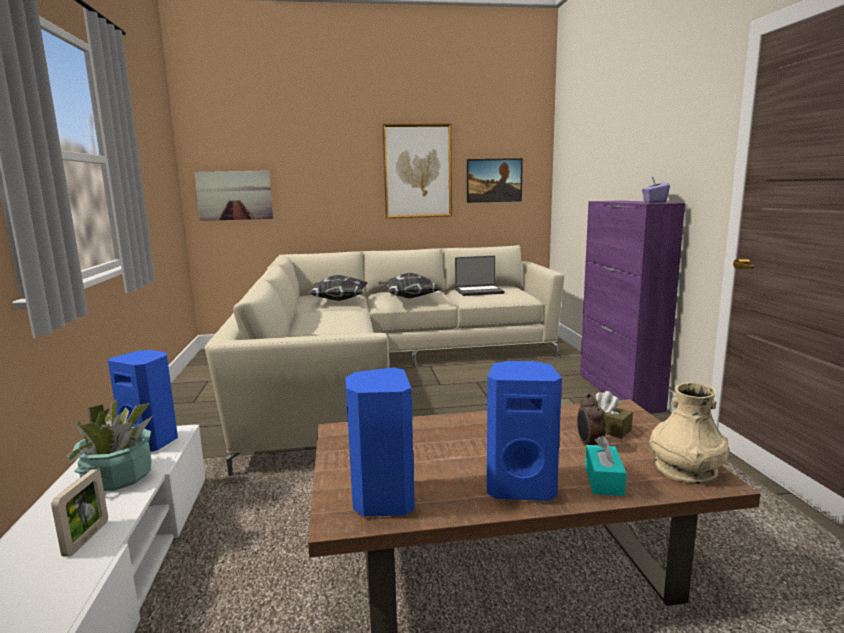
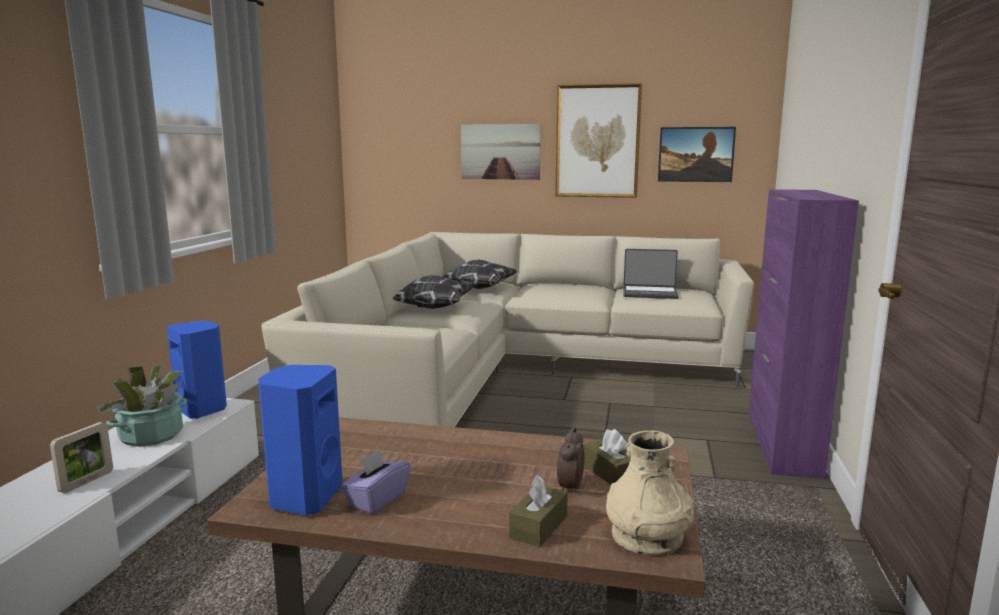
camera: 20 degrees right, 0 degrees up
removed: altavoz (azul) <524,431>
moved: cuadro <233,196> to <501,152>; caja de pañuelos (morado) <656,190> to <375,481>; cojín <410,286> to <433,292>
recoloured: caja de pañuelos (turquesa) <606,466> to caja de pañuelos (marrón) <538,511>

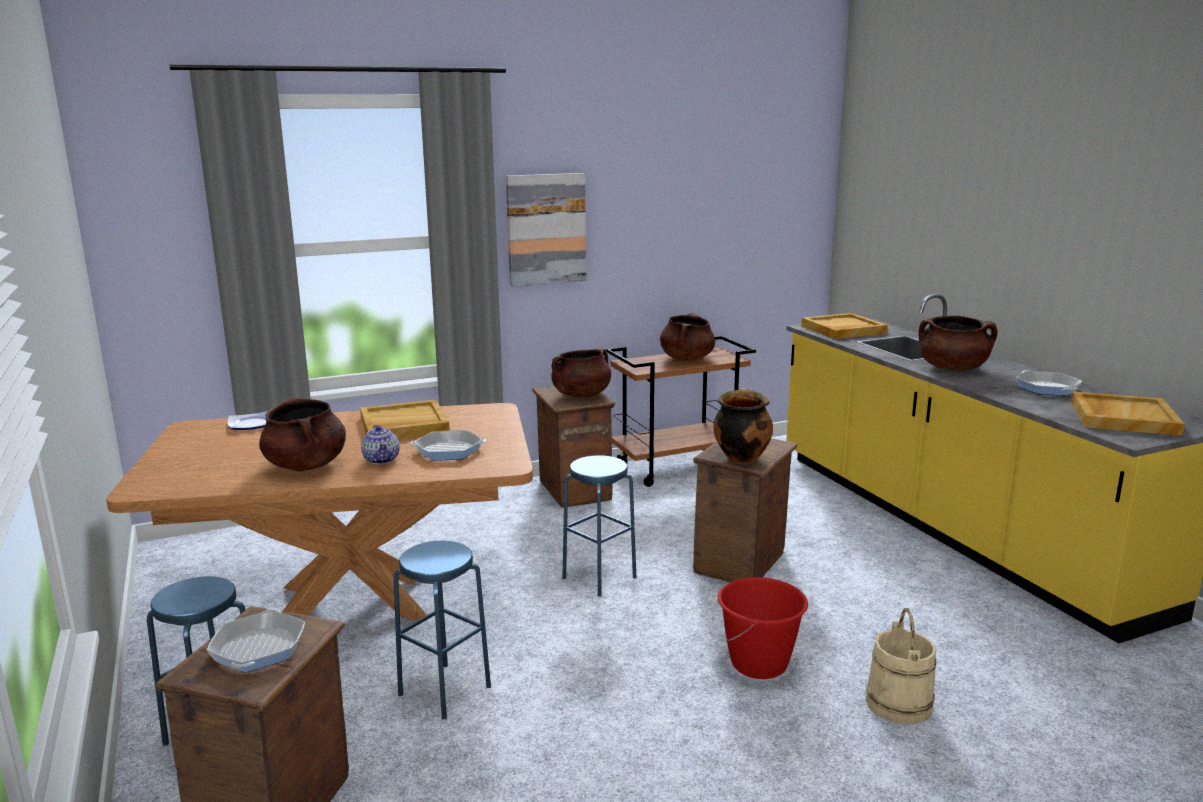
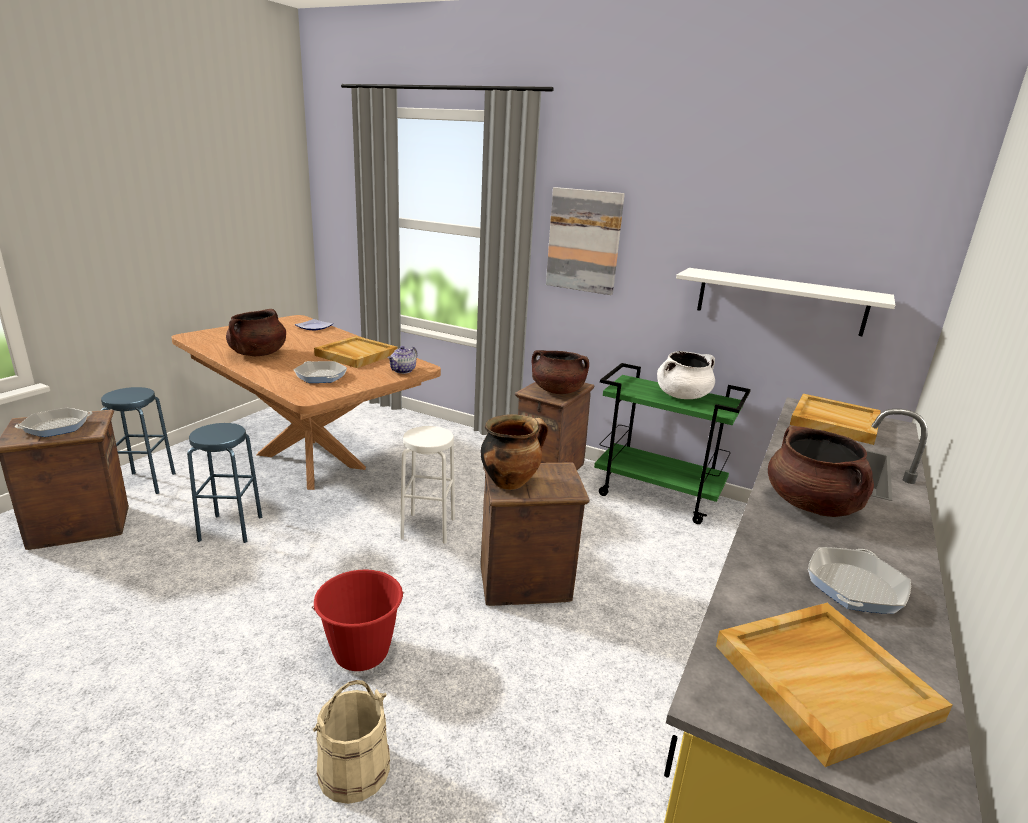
camera: 50 degrees right, 5 degrees up
added: estante (blanco) <785,302>
moved: tetera <380,444> to <402,360>
recoloured: olla (marrón) <687,336> to olla (blanco) <686,375>; carrito (marrón) <681,411> to carrito (verde) <672,443>; taburete (azul) <599,526> to taburete (blanco) <427,485>

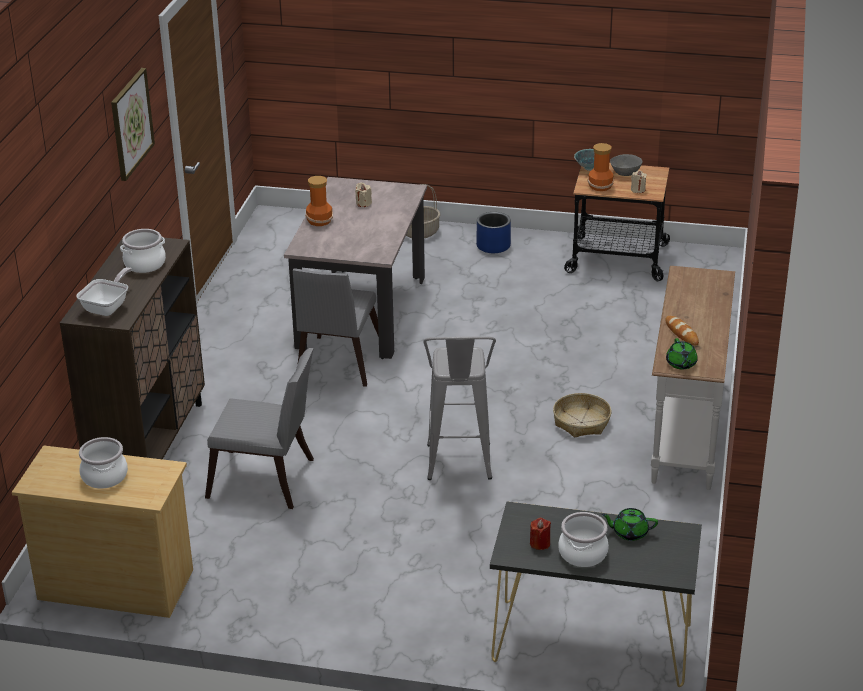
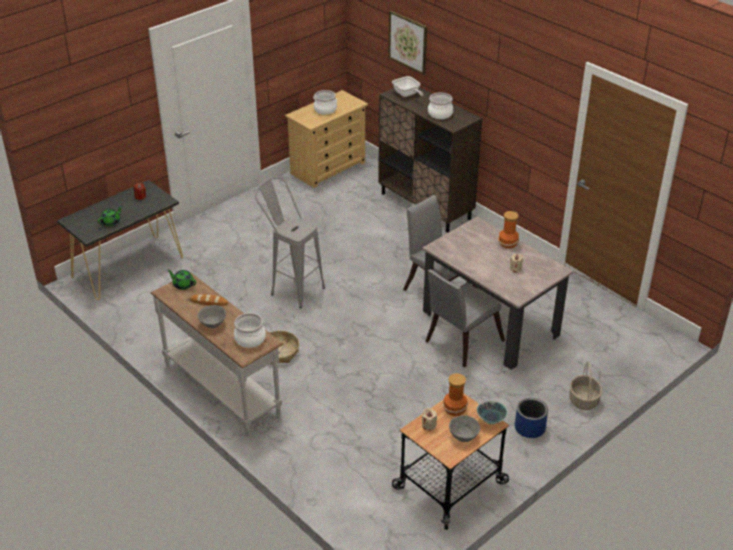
camera: 125 degrees right, 5 degrees up
added: cuenco (gris) <212,316>
moved: cuadro <133,124> to <407,43>; silla (gris) <259,428> to <465,318>; olla <583,539> to <250,330>

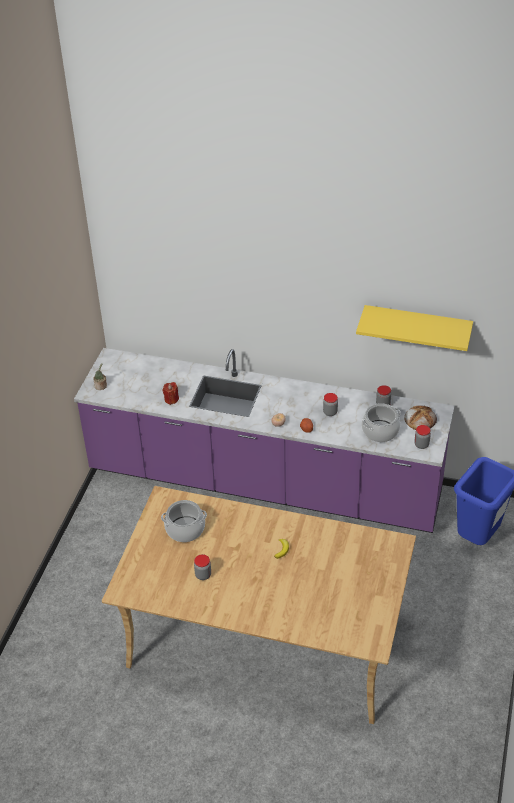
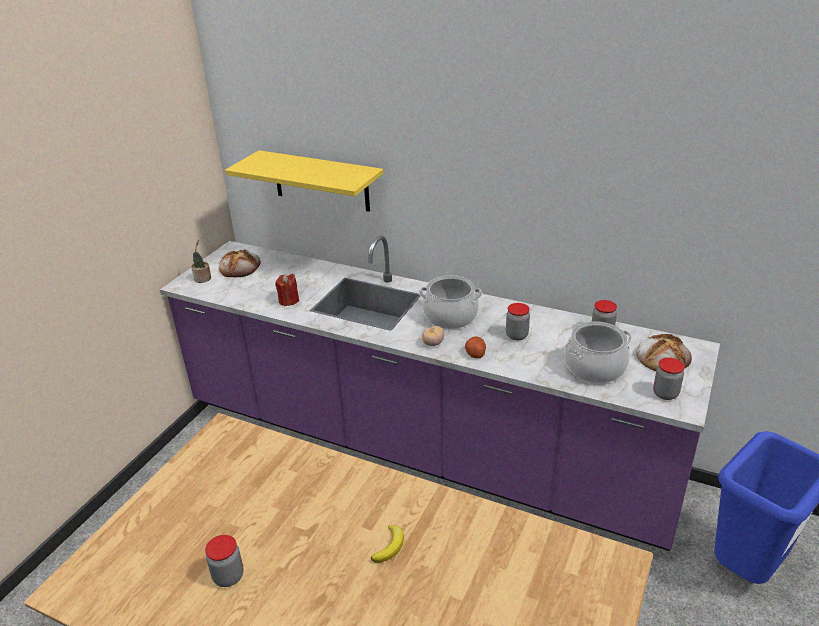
camera: 10 degrees right, 10 degrees down
added: pan <240,263>
moved: estante (amarillo) <414,328> to <304,181>; olla <184,521> to <450,302>

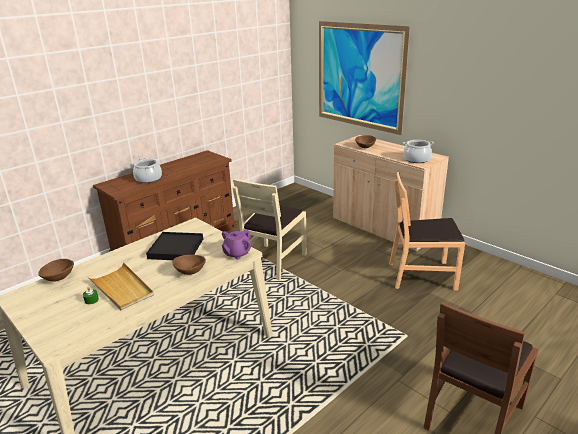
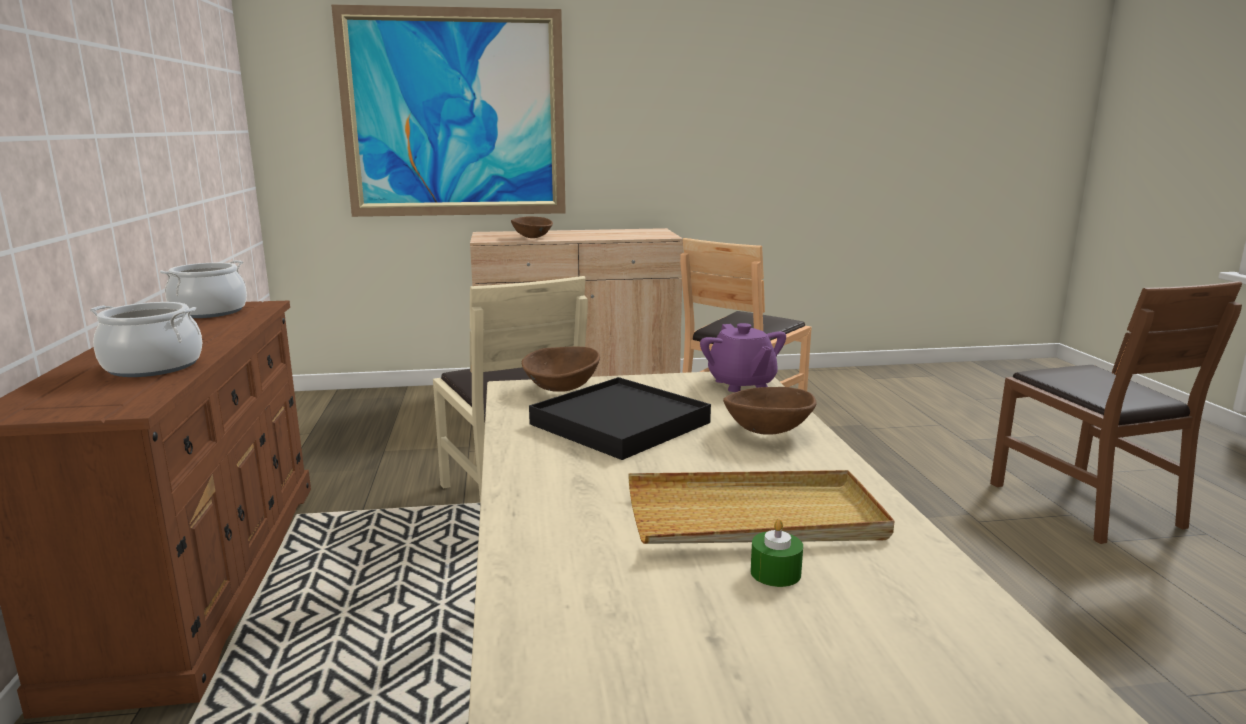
camera: 55 degrees left, 10 degrees down
moved: olla <418,151> to <203,289>; cuenco (marrón) <56,270> to <561,369>

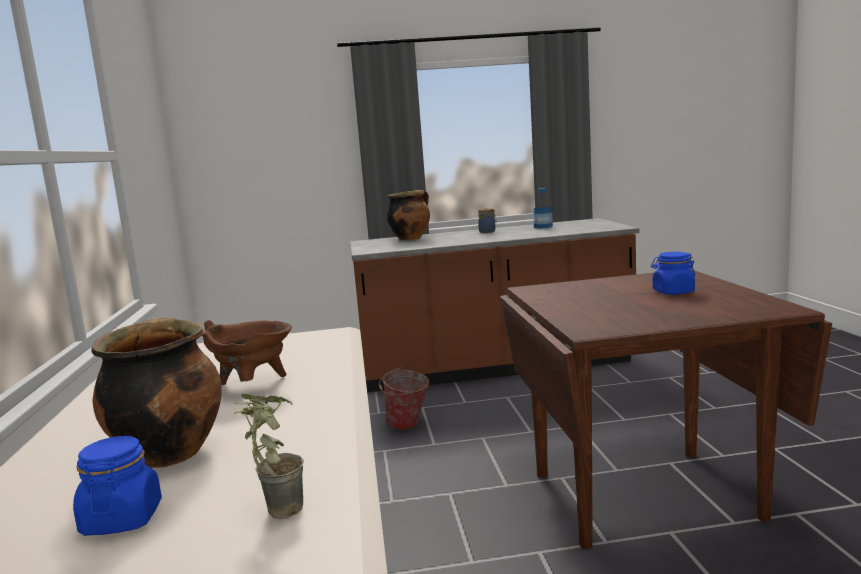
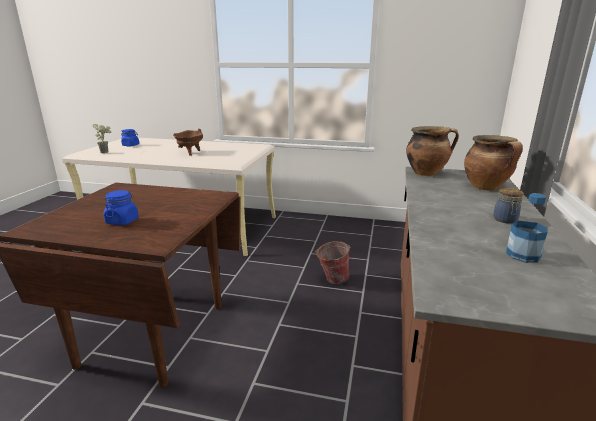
camera: 110 degrees right, 10 degrees up
moved: olla <157,393> to <432,151>

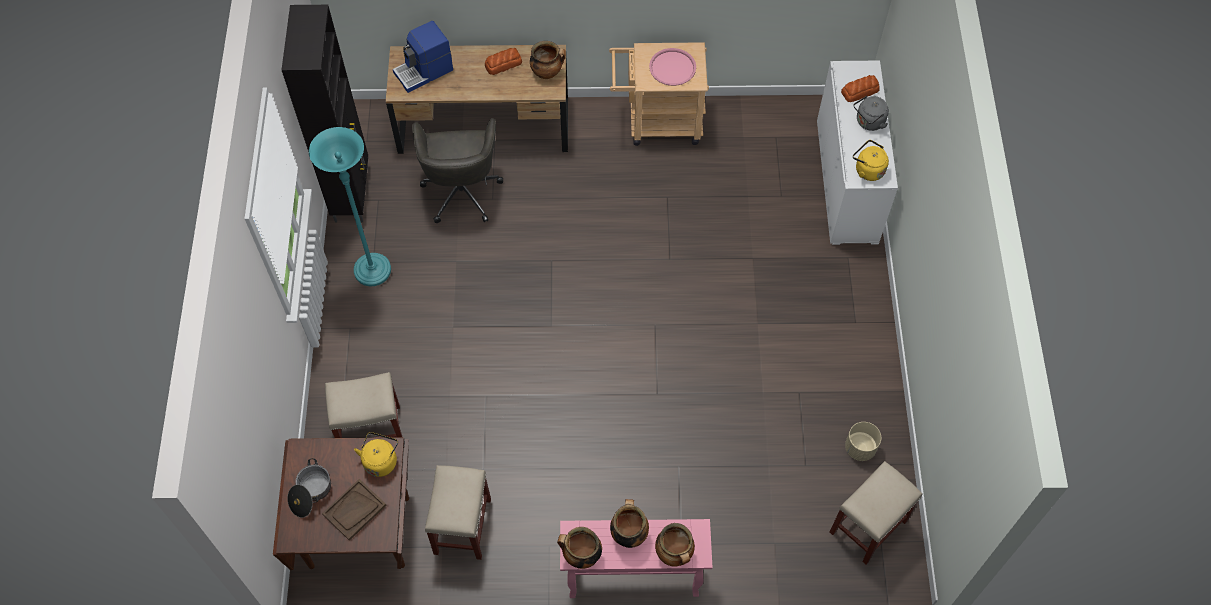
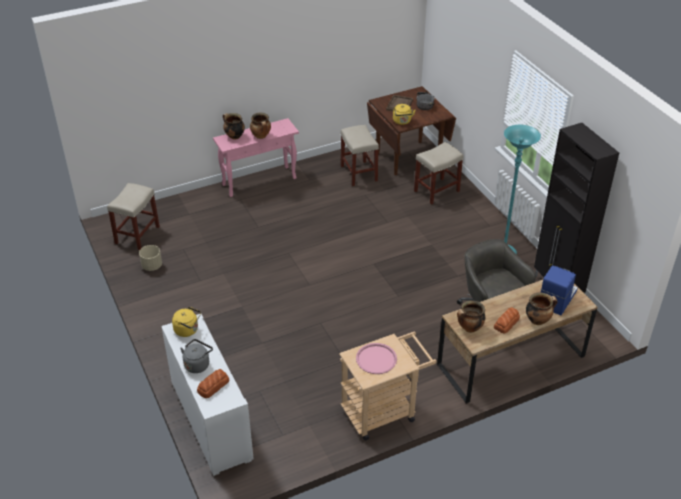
camera: 155 degrees right, 20 degrees down
moved: olla <579,548> to <541,308>

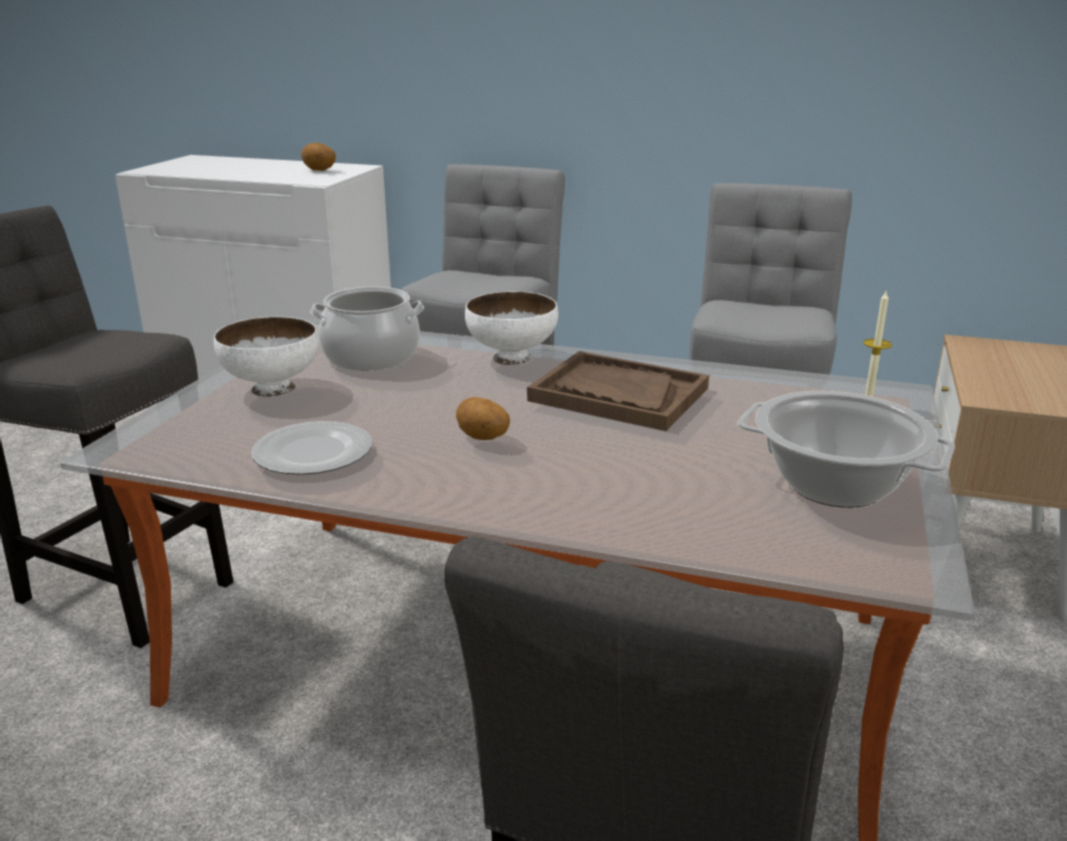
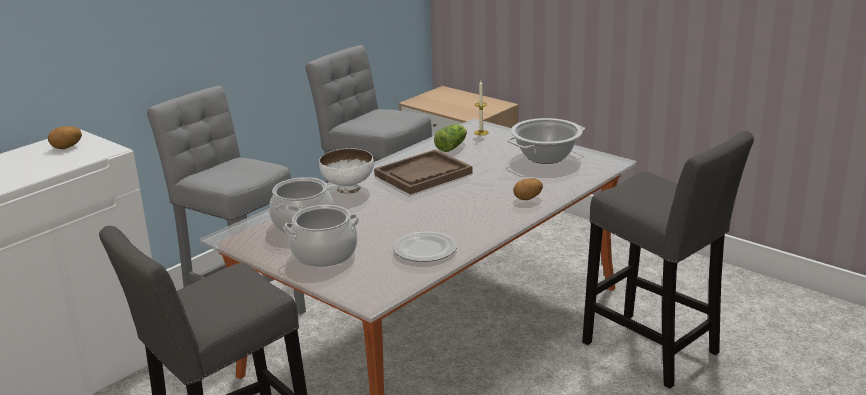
camera: 65 degrees left, 0 degrees up
added: lechuga <450,138>
moved: patata <483,418> to <528,189>
replaced: cuenco (blanco) <266,356> to olla <321,236>

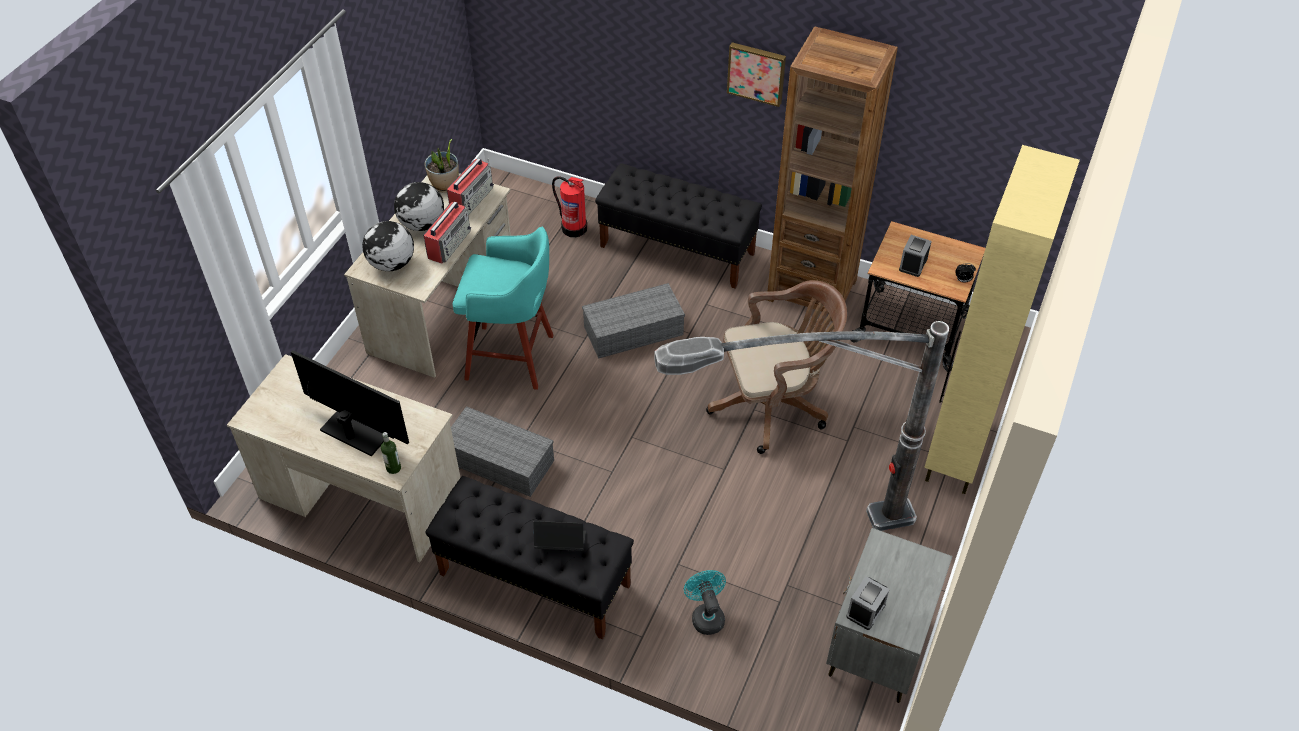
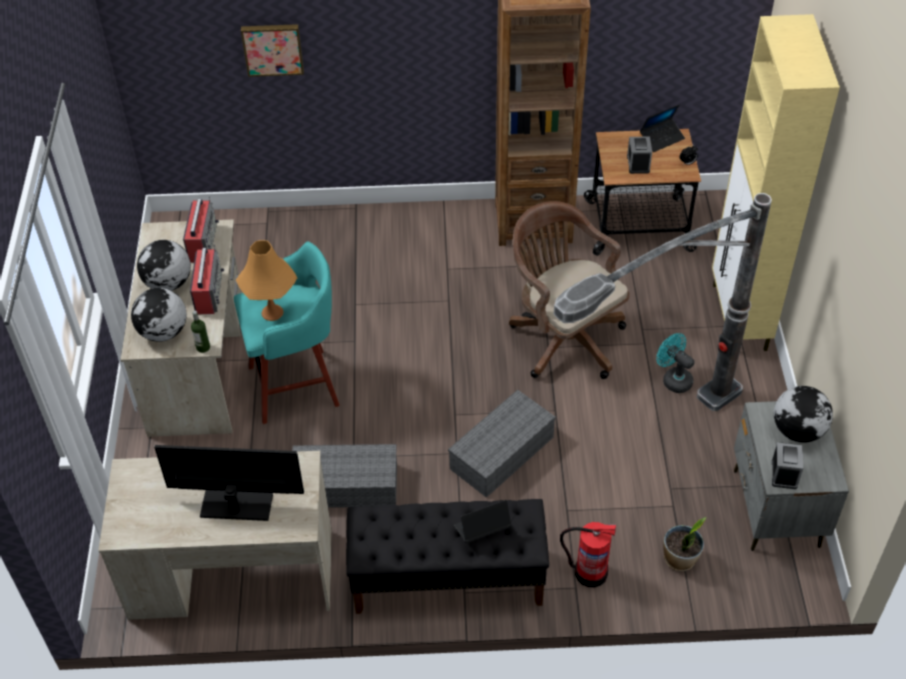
camera: 25 degrees left, 0 degrees up
removed: banco (negro) <678,226>
added: portátil <662,128>; lámpara de mesa (naranja) <266,280>; globo terráqueo <803,414>
moved: cuadro <756,74> to <272,50>; planta en maceta <442,165> to <685,544>; extintor <569,207> to <588,554>; caja de almacenaje (gris) <633,321> to <502,444>; botella <391,453> to <200,332>; ventilador (turquesa) <705,602> to <675,363>
turned: silla de oficina (marrón) <776,367> = <569,290> 90 degrees counterclockwise

